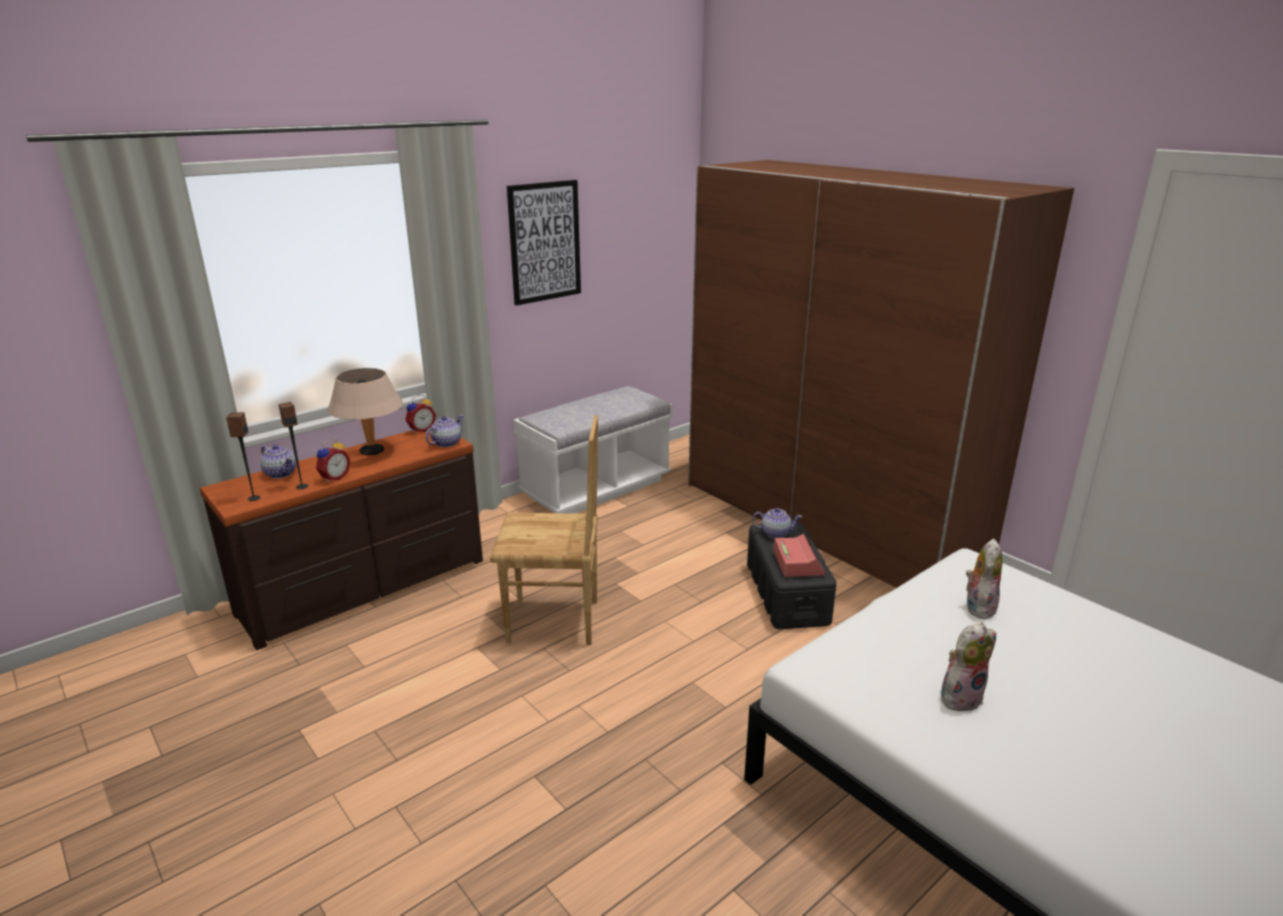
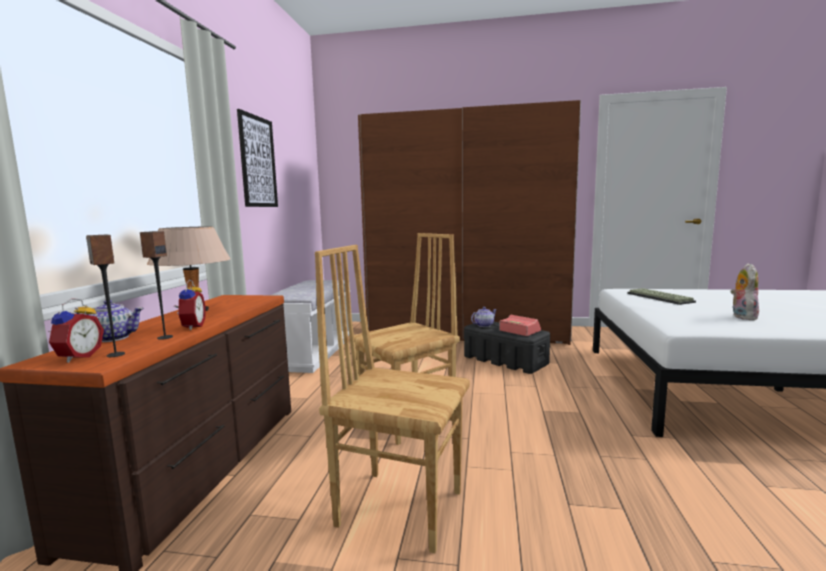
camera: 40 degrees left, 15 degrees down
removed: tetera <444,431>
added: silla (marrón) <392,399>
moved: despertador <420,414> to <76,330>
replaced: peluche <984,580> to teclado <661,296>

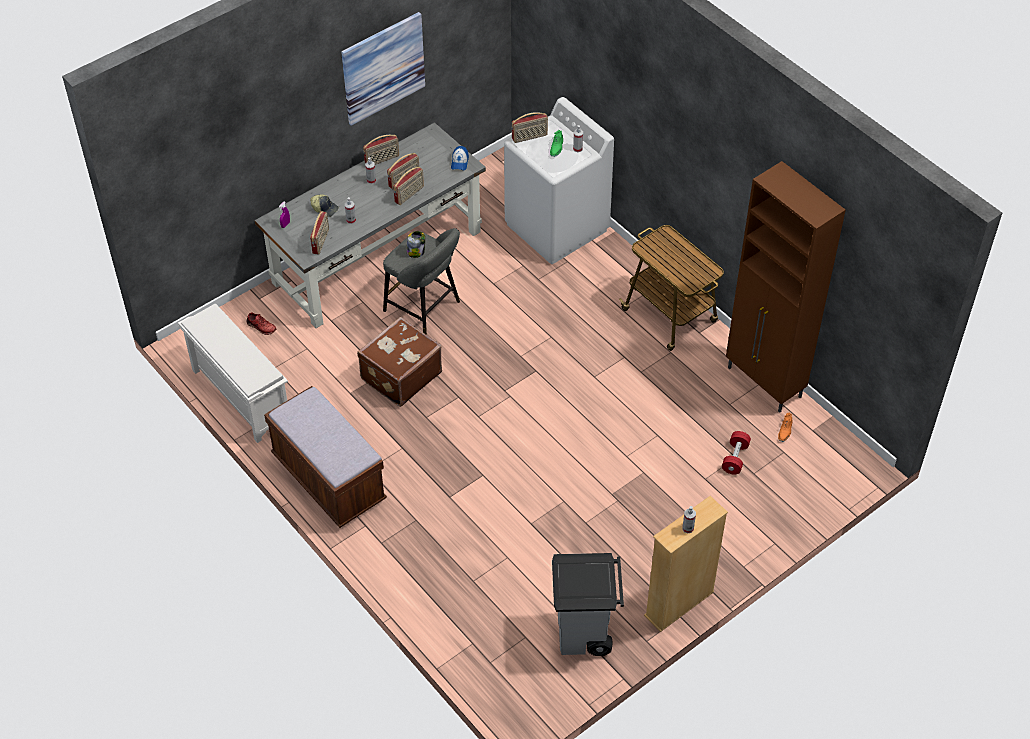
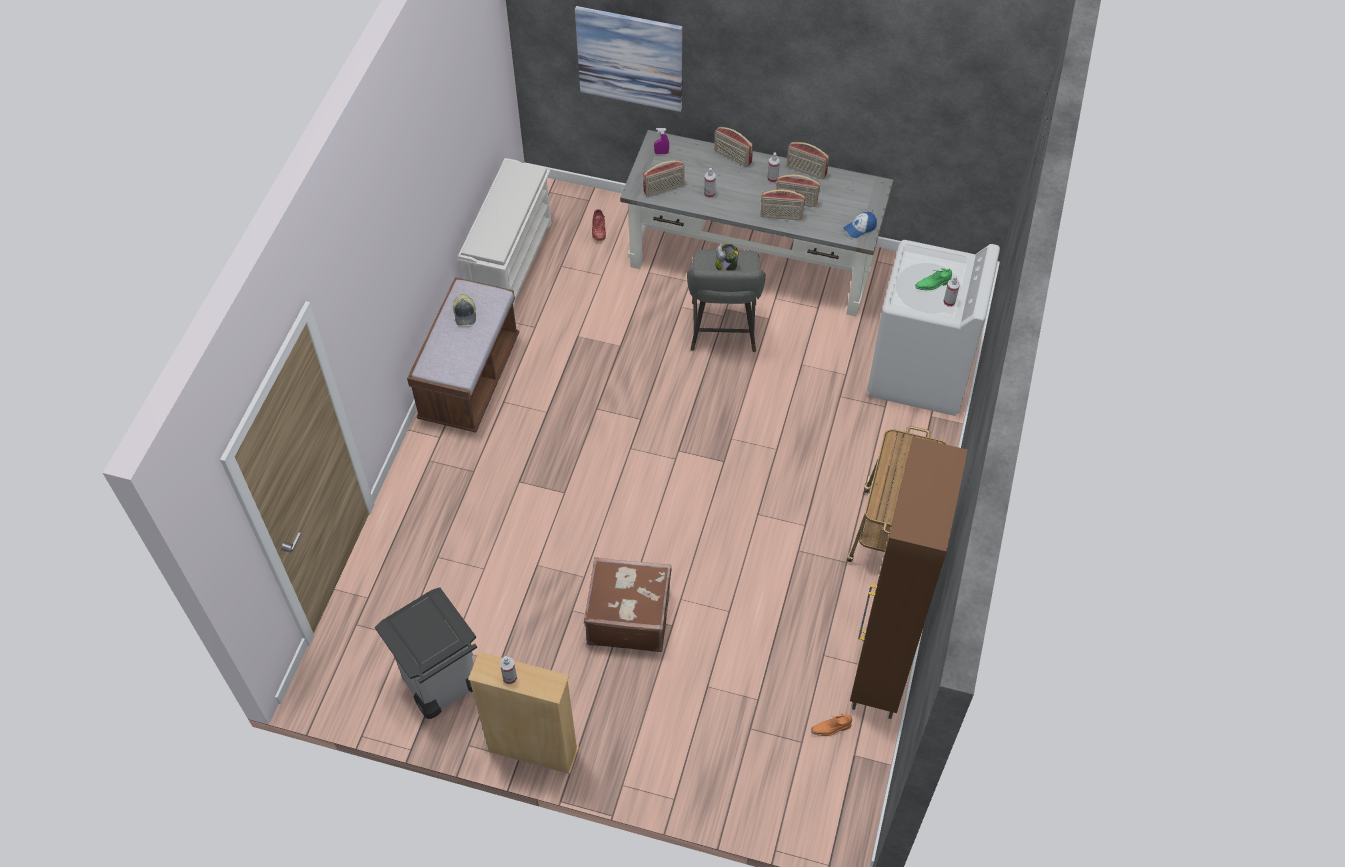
camera: 55 degrees right, 5 degrees up
removed: mancuerna (rojo) <736,453>
moved: cuadro <383,69> to <629,59>; radio <530,127> to <733,147>; gorra <324,205> to <464,310>; maleta (marrón) <399,362> to <628,604>

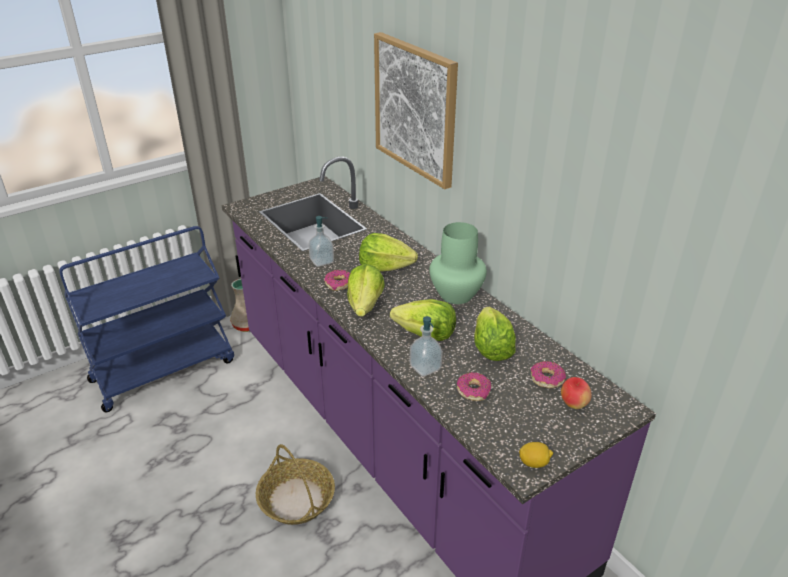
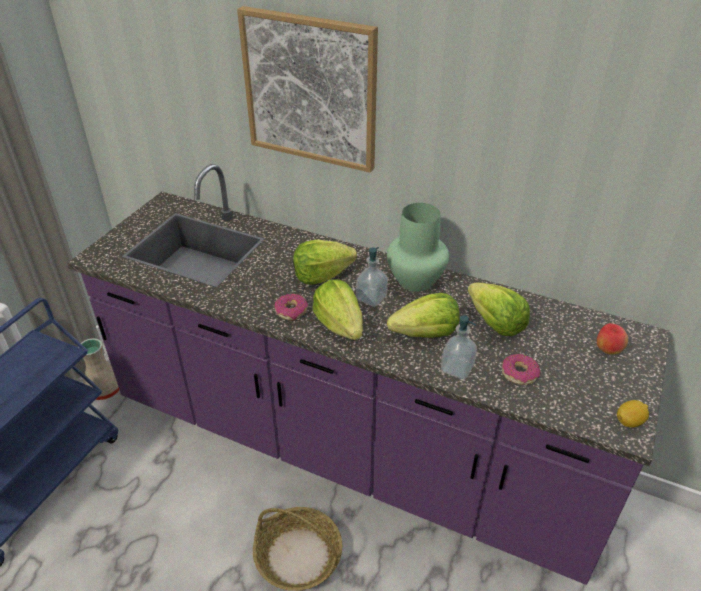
camera: 30 degrees left, 5 degrees up
removed: rosquilla <548,374>
moved: dispensador de jabón <321,241> to <372,277>

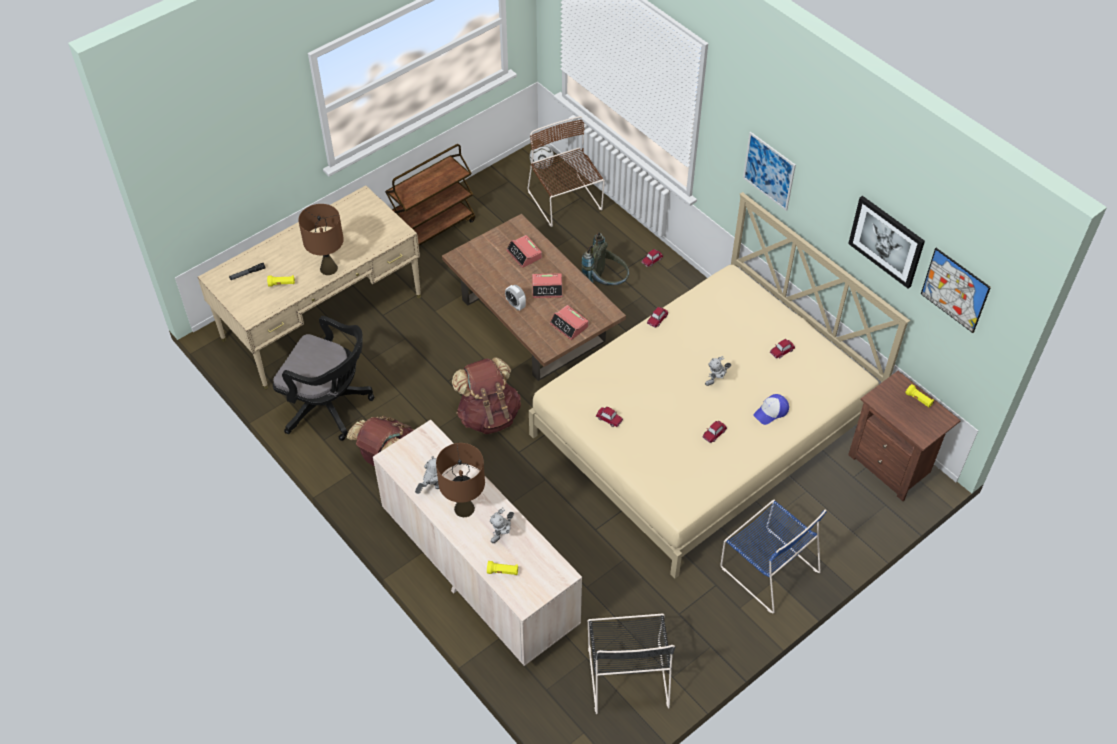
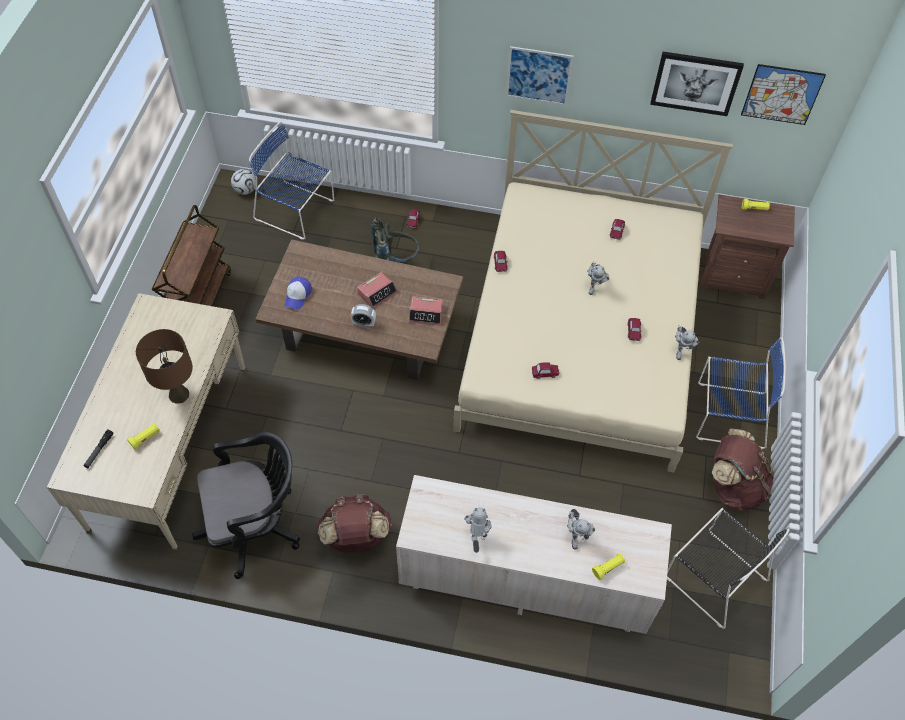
camera: 40 degrees left, 5 degrees up
removed: despertador <524,251>; lámpara de mesa (marrón) <460,480>
added: robot de juguete <687,342>
moved: mochila (marrón) <486,395> to <743,470>; gorra <771,409> to <298,293>
recoloured: silla (marrón) <566,171> to silla (azul) <291,181>

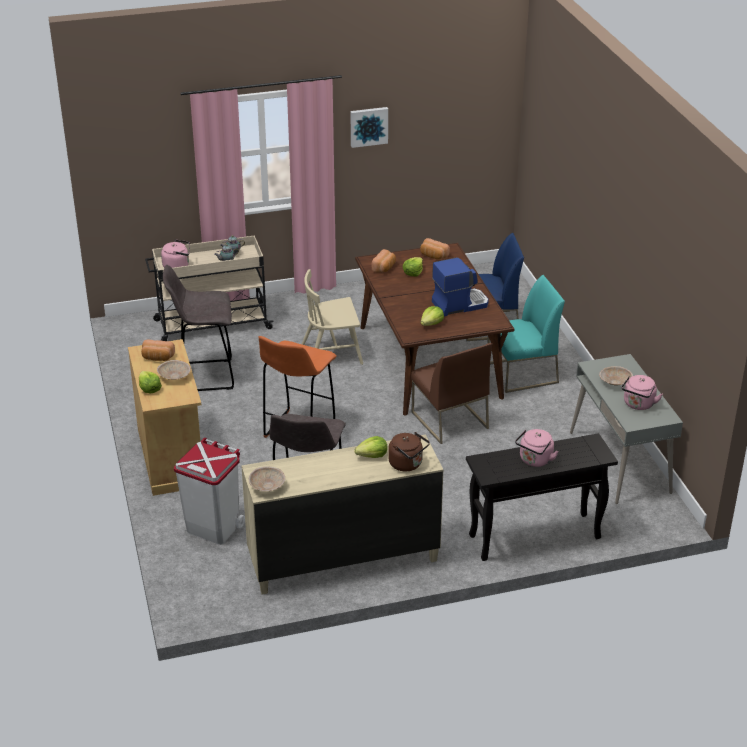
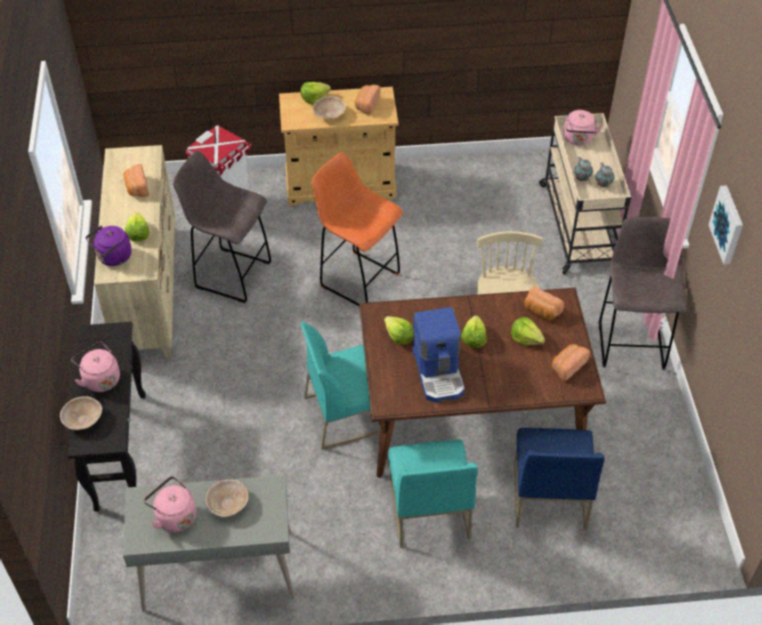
camera: 100 degrees right, 15 degrees up
added: pan <136,180>; lechuga <474,331>
moved: taburete (gris) <198,328> to <643,293>; cuenco (beis) <267,479> to <81,413>
recoloured: silla (marrón) <451,393> to silla (turquesa) <340,385>; hervidor (marrón) <409,451> to hervidor (morado) <109,246>

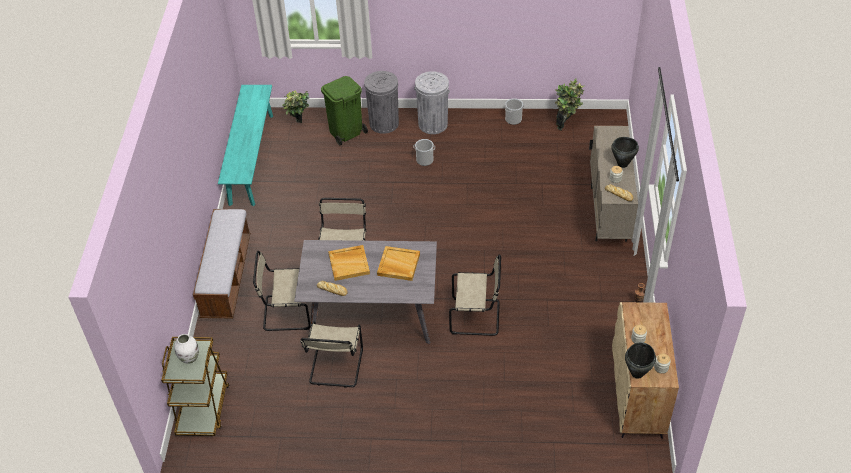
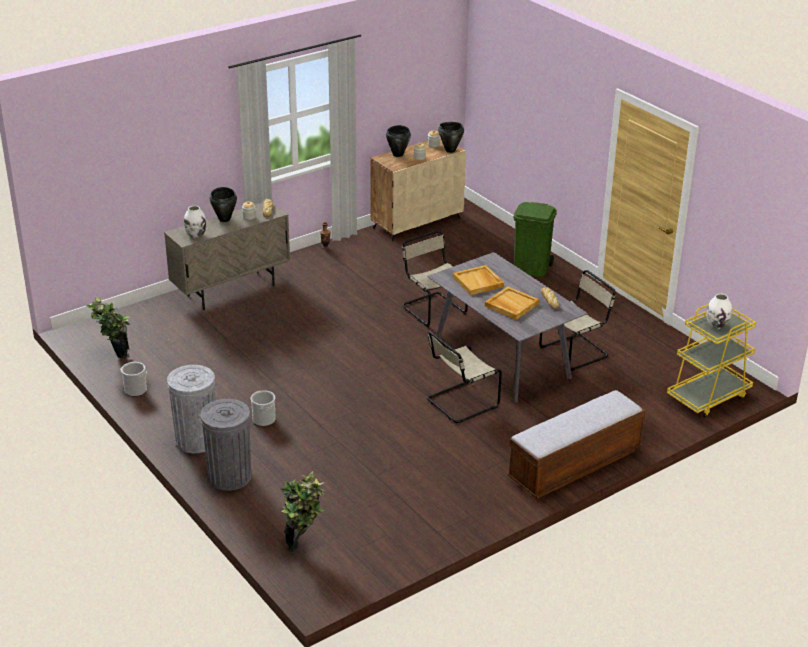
camera: 130 degrees left, 15 degrees down
removed: banco (turquesa) <245,145>; silla (beis) <281,291>
added: olla (negro) <398,141>; florero (blanco) <195,222>
moved: papelera (verde) <344,110> to <535,239>
recoloured: carrito (marrón) <195,386> to carrito (amarillo) <711,361>

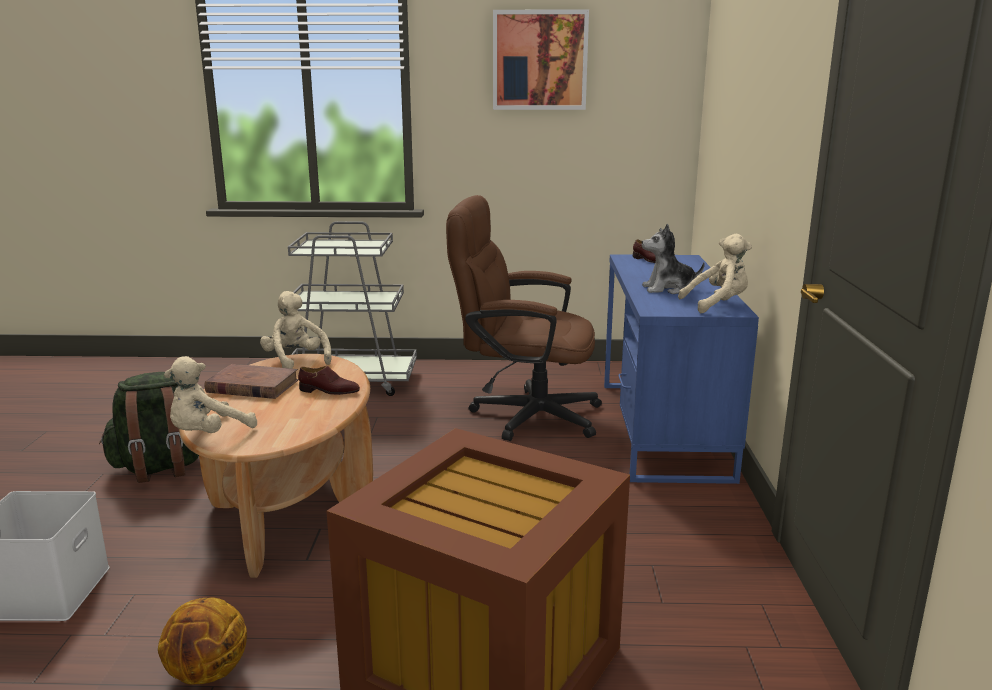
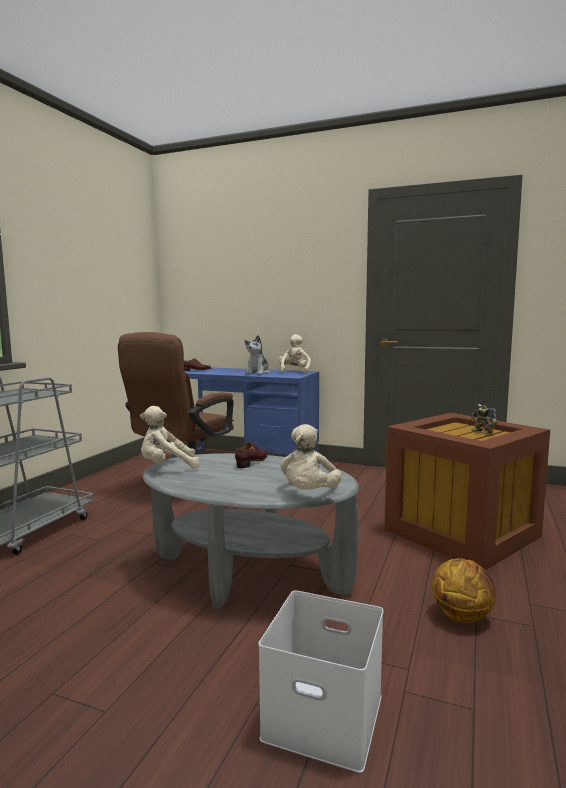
camera: 70 degrees left, 10 degrees down
removed: cuadro <541,60>; libro (marrón) <251,381>; mochila (verde) <149,427>
added: robot de juguete <484,419>
recoloured: mesa de centro (marrón) <276,466> to mesa de centro (gris) <251,531>
turned: peluche (beis) <210,394> = <311,457> 45 degrees clockwise

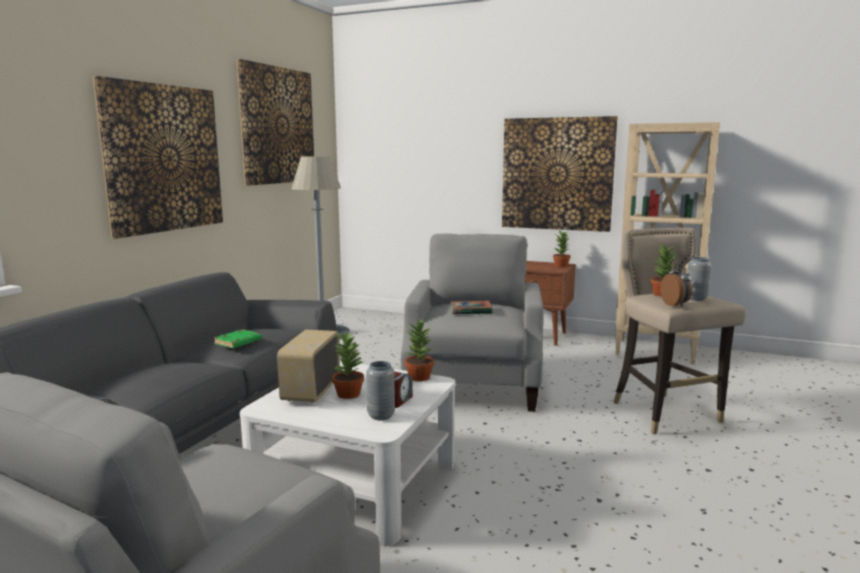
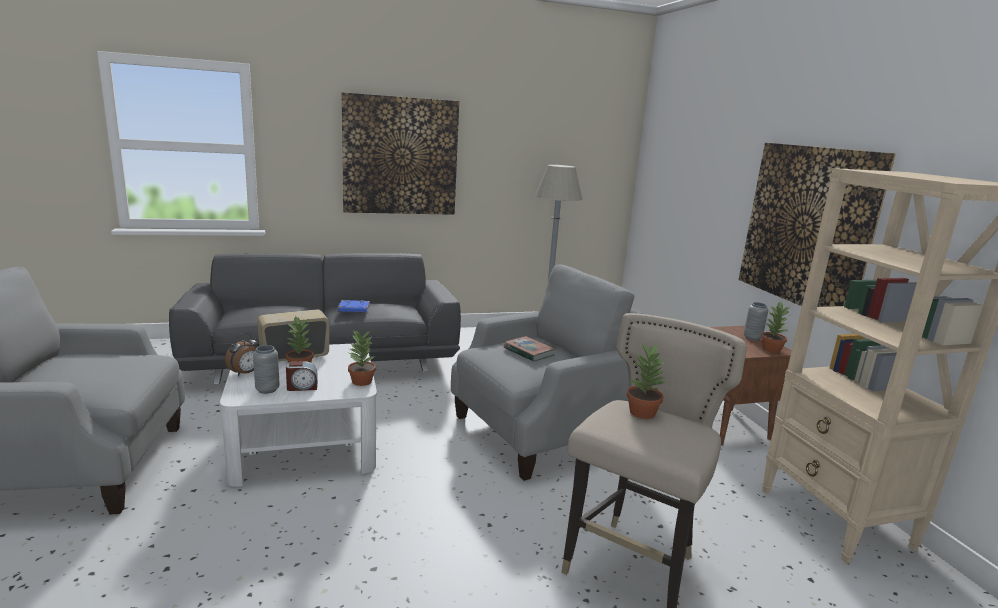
camera: 50 degrees right, 5 degrees up
removed: cuadro <275,122>
moved: florero (gris) <699,279> to <756,321>; despertador <676,285> to <242,354>
recoloured: libro (verde) <238,338> to libro (azul) <354,306>

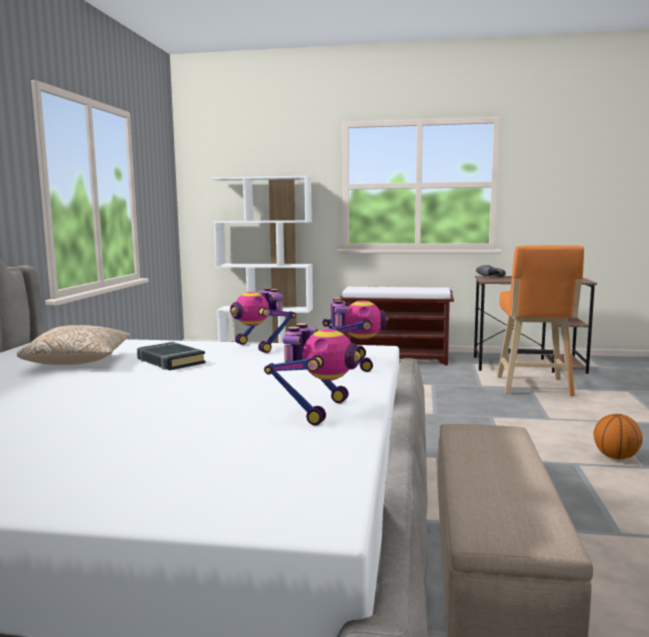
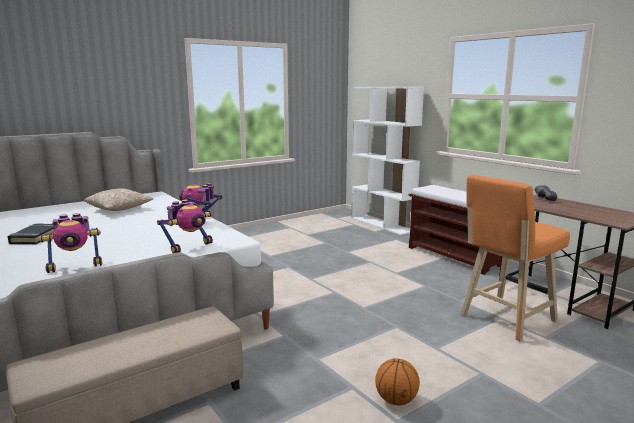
camera: 45 degrees right, 5 degrees up
moved: libro (negro) <171,356> to <30,234>

